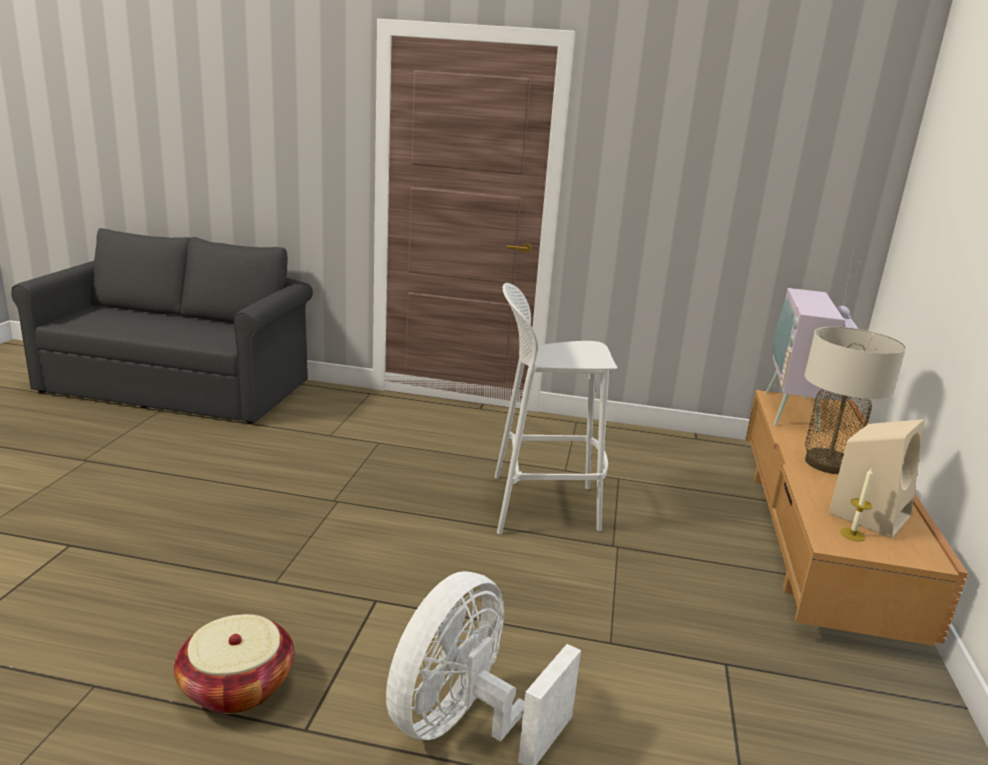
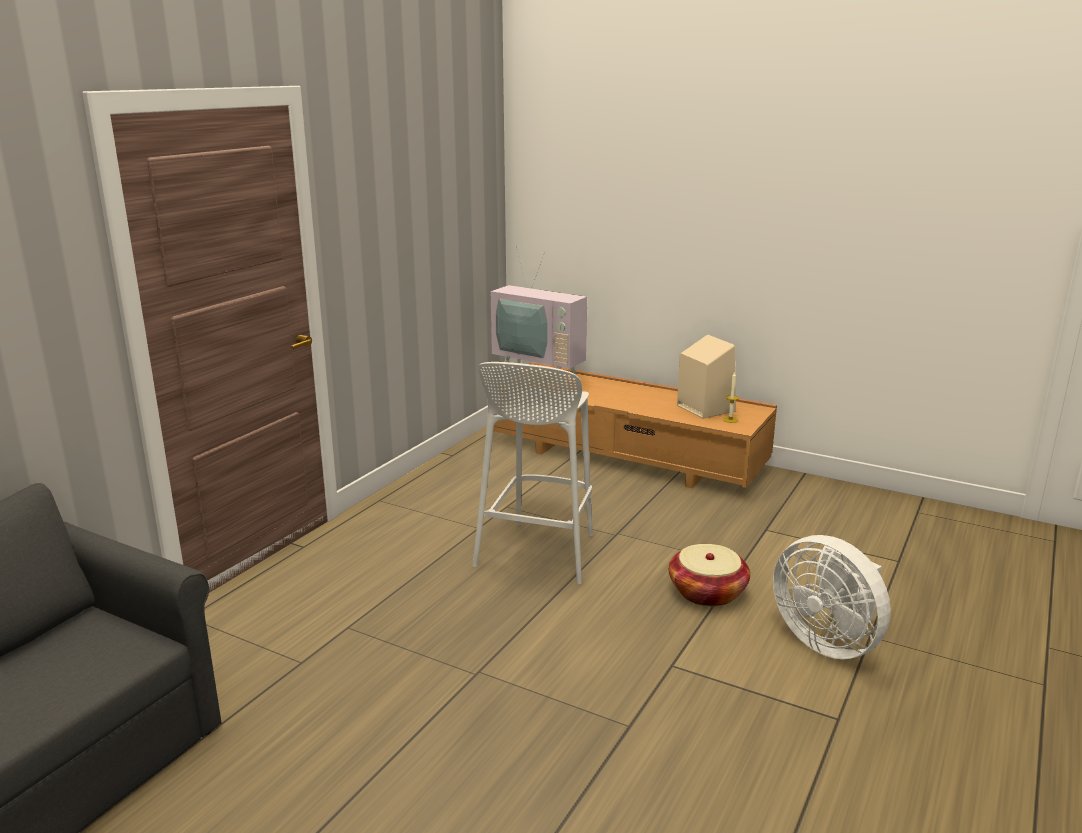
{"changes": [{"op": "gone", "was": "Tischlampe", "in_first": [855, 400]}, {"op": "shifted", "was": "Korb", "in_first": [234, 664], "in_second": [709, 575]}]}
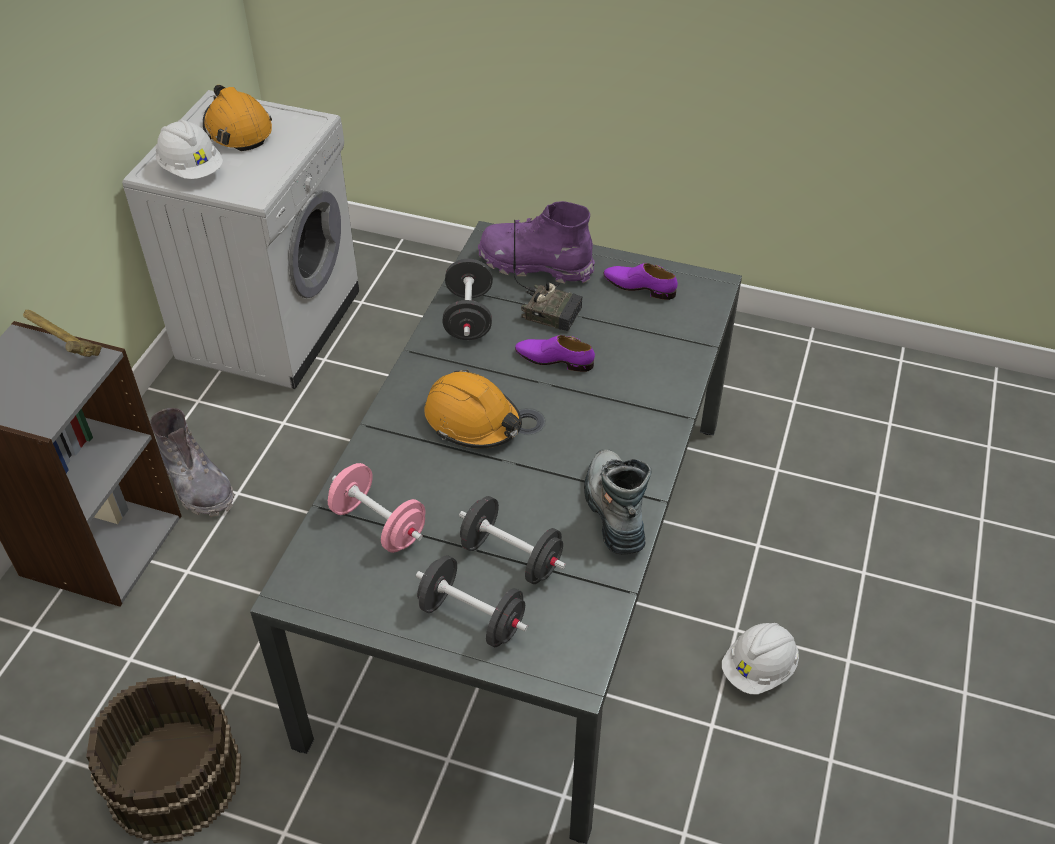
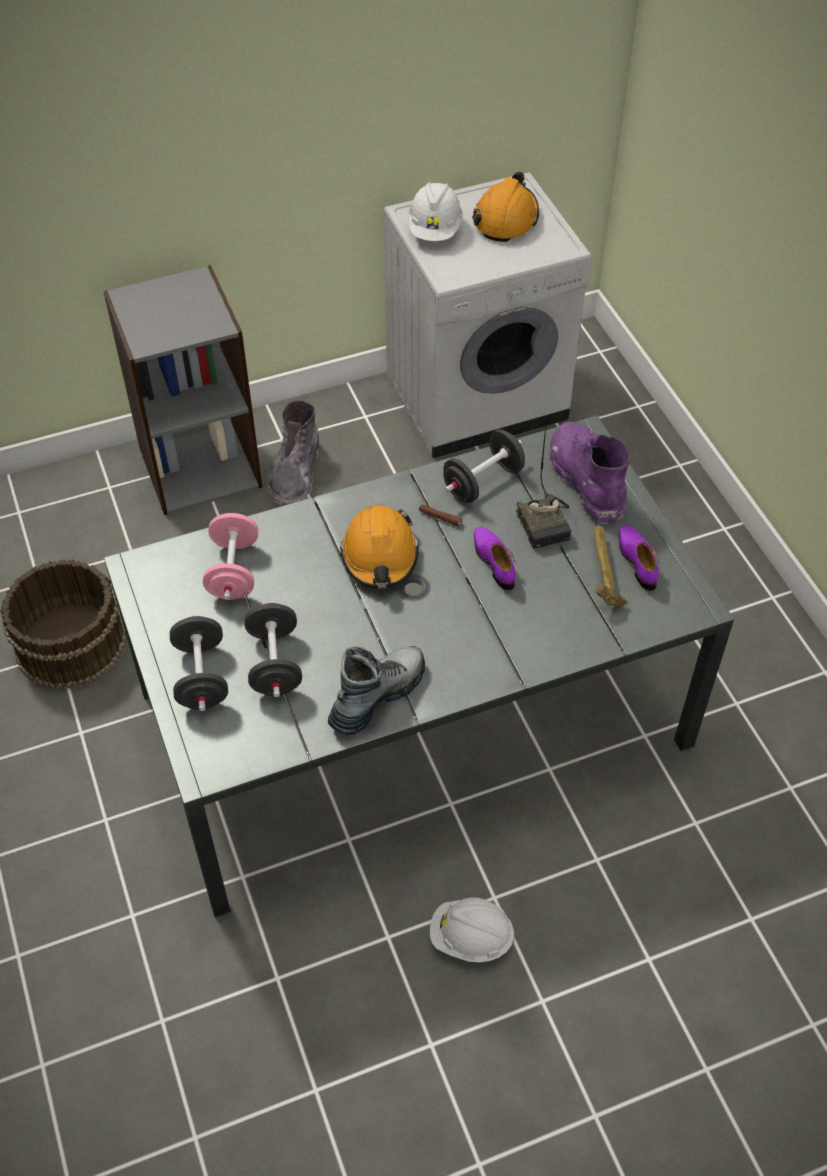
{"changes": [{"op": "new", "now": "Taschenlampe/braun", "in_second": [440, 515]}, {"op": "shifted", "was": "Hammer", "in_first": [62, 333], "in_second": [610, 566]}]}
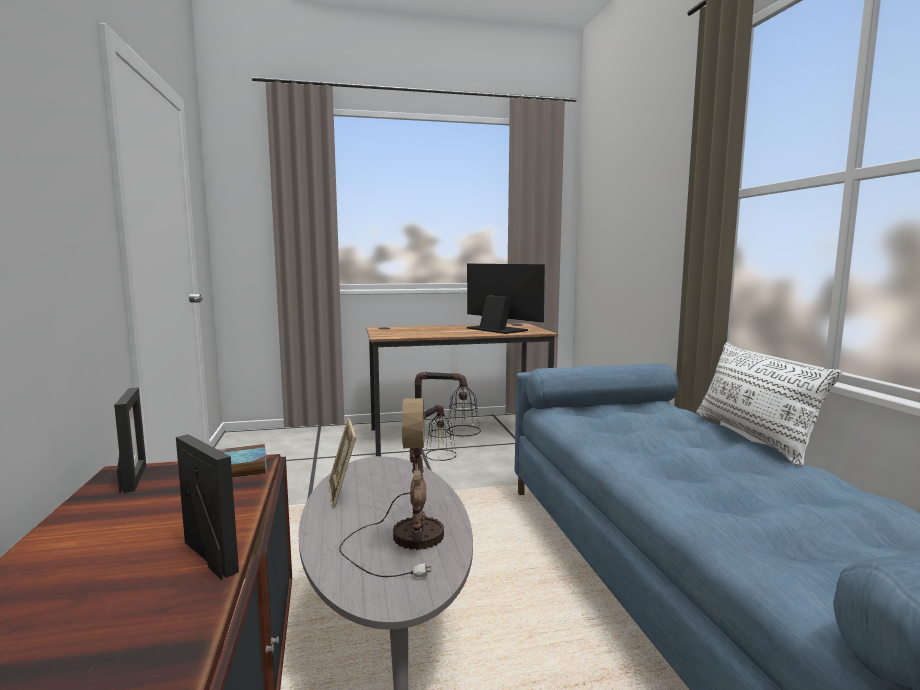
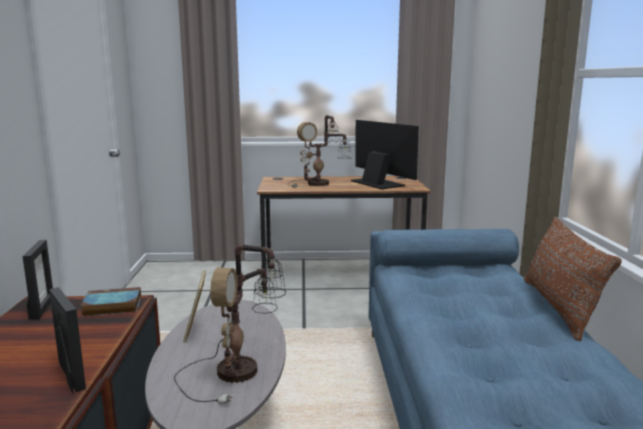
{"changes": [{"op": "new", "now": "Tischlampe", "in_second": [319, 151]}, {"op": "repainted", "was": "Kissen/weiß", "now": "Kissen/braun", "in_first": [769, 404], "in_second": [573, 278]}]}
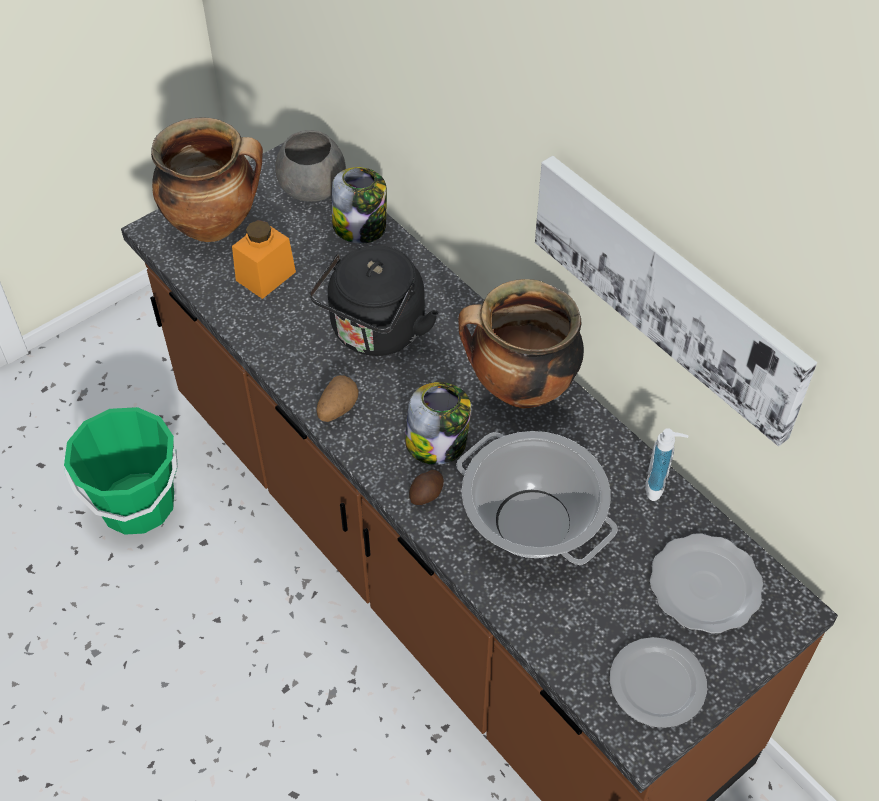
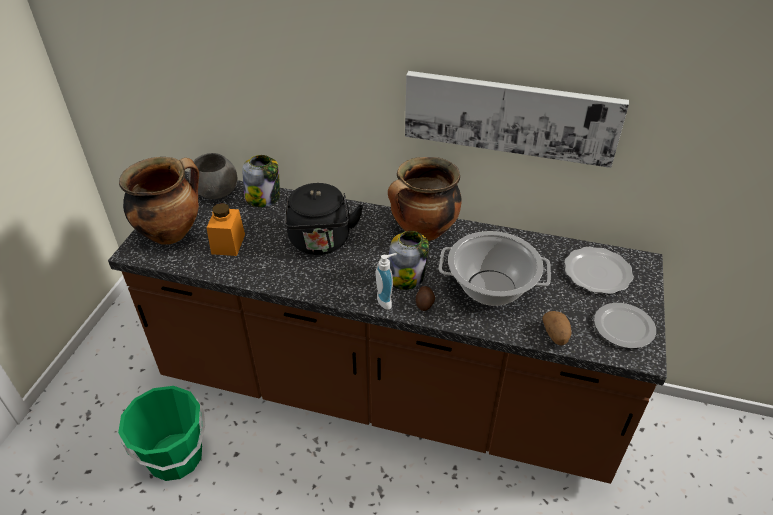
{"changes": [{"op": "shifted", "was": "Kartoffel", "in_first": [337, 398], "in_second": [557, 328]}, {"op": "shifted", "was": "Seifenspender", "in_first": [666, 464], "in_second": [386, 281]}]}
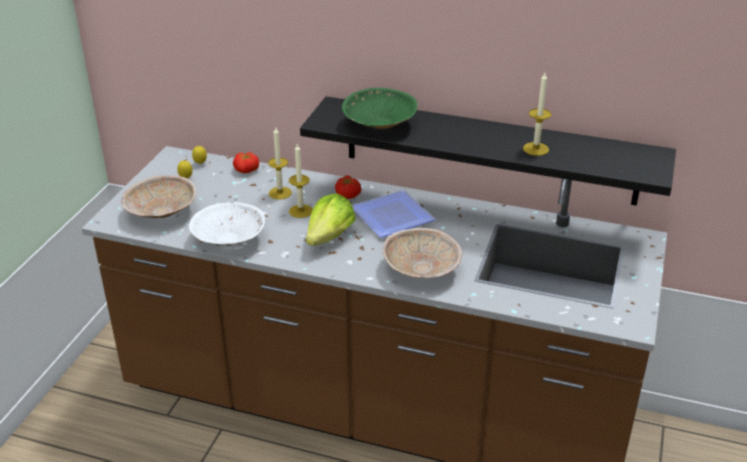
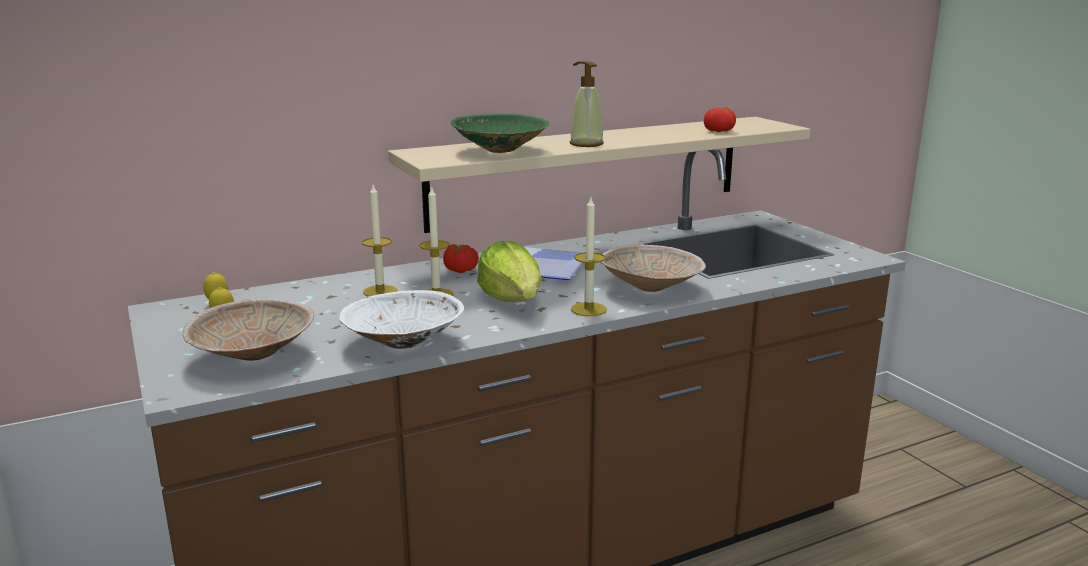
{"changes": [{"op": "new", "now": "Seifenspender", "in_second": [587, 104]}, {"op": "shifted", "was": "Tomate", "in_first": [246, 162], "in_second": [720, 119]}, {"op": "shifted", "was": "Kerze", "in_first": [537, 114], "in_second": [589, 257]}, {"op": "repainted", "was": "Wandregal/schwarz", "now": "Wandregal/beige", "in_first": [488, 151], "in_second": [599, 175]}]}
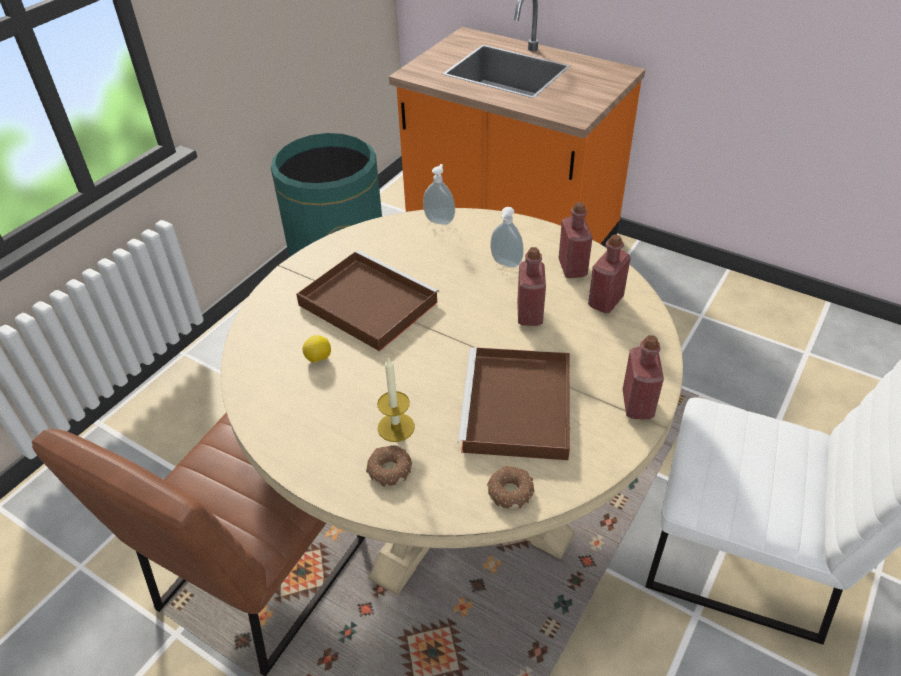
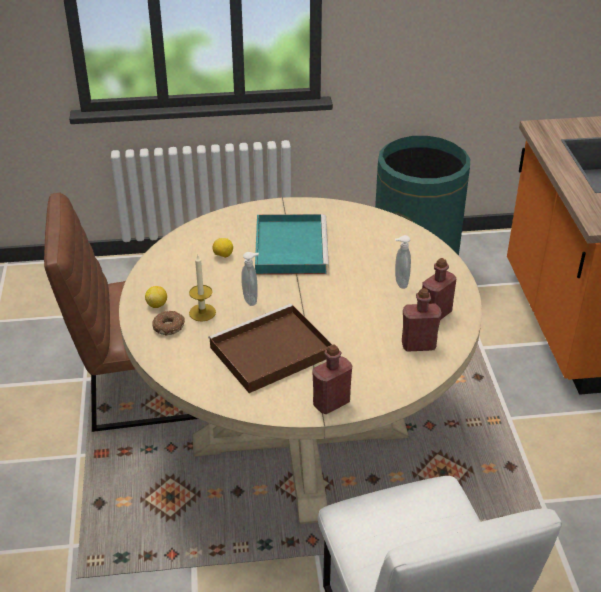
{"changes": [{"op": "gone", "was": "Donut", "in_first": [510, 487]}, {"op": "gone", "was": "Flasche/rot", "in_first": [531, 286]}, {"op": "new", "now": "Zitrone", "in_second": [156, 297]}, {"op": "shifted", "was": "Seifenspender", "in_first": [439, 194], "in_second": [250, 279]}, {"op": "repainted", "was": "Tablett/braun", "now": "Tablett/türkis", "in_first": [367, 300], "in_second": [292, 244]}]}
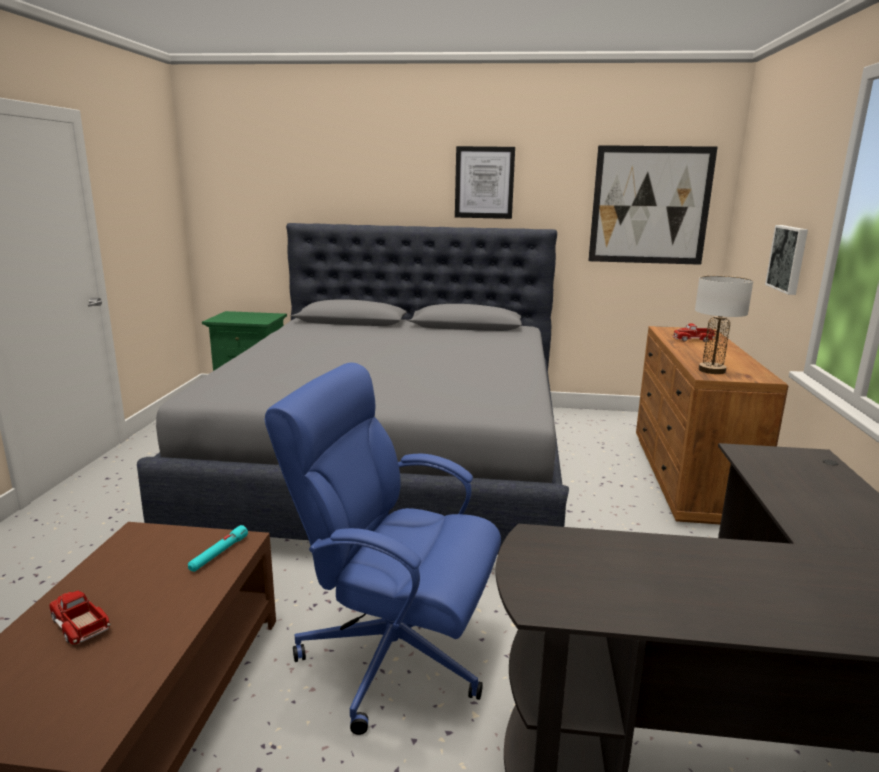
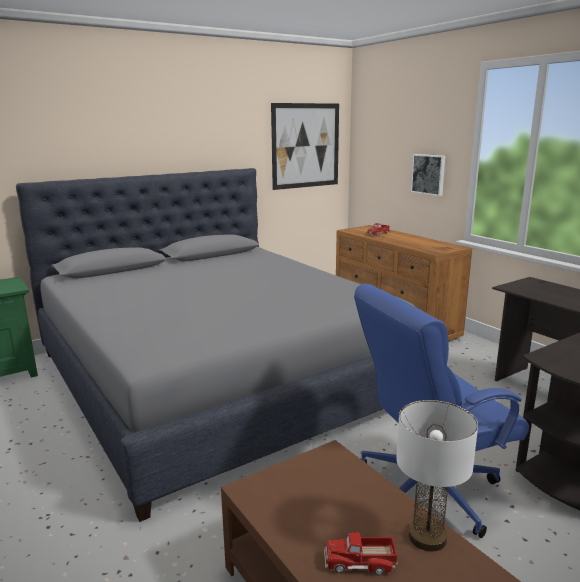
{"changes": [{"op": "gone", "was": "Taschenlampe/türkis", "in_first": [218, 548]}, {"op": "gone", "was": "Bild", "in_first": [485, 182]}, {"op": "shifted", "was": "Tischlampe", "in_first": [724, 325], "in_second": [437, 475]}]}
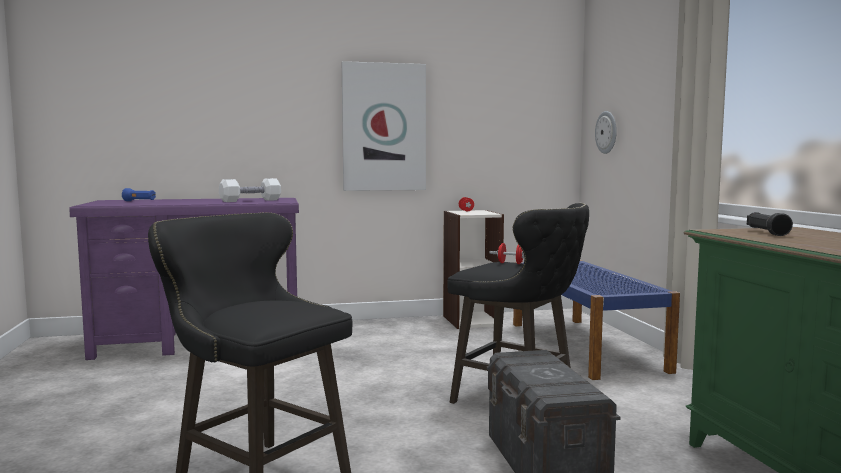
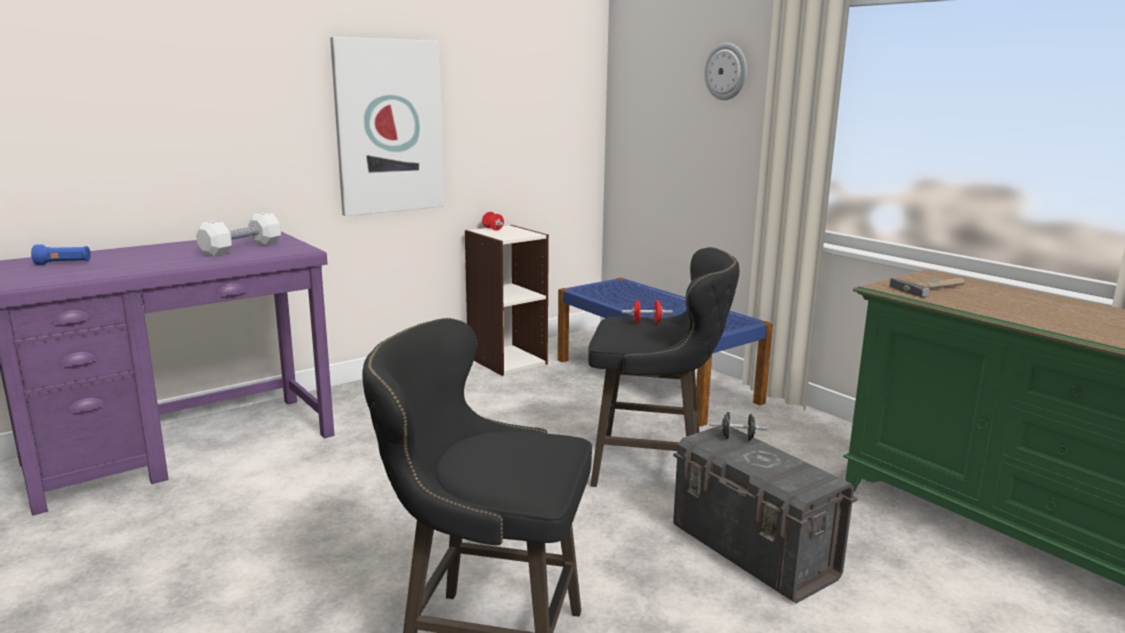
{"changes": [{"op": "new", "now": "Hantel/schwarz", "in_second": [739, 426]}, {"op": "shifted", "was": "Wanduhr", "in_first": [606, 132], "in_second": [725, 71]}, {"op": "swapped", "was": "Taschenlampe/schwarz", "now": "Hammer", "in_first": [770, 224], "in_second": [927, 287]}]}
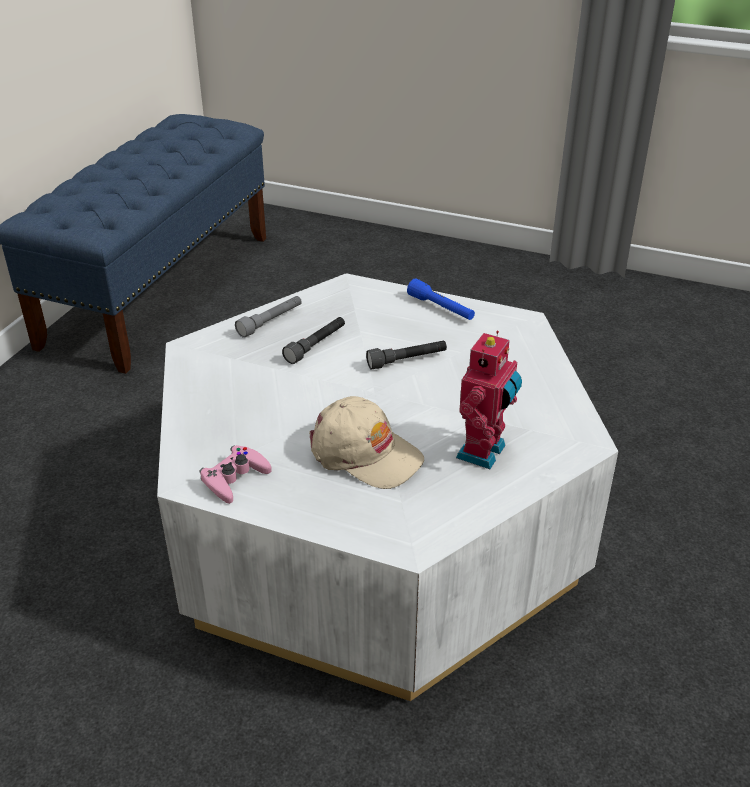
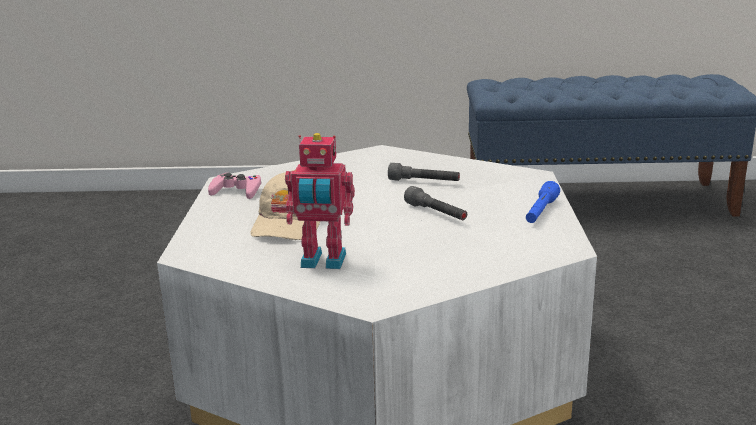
{"changes": [{"op": "gone", "was": "Taschenlampe/grau", "in_first": [268, 317]}]}
